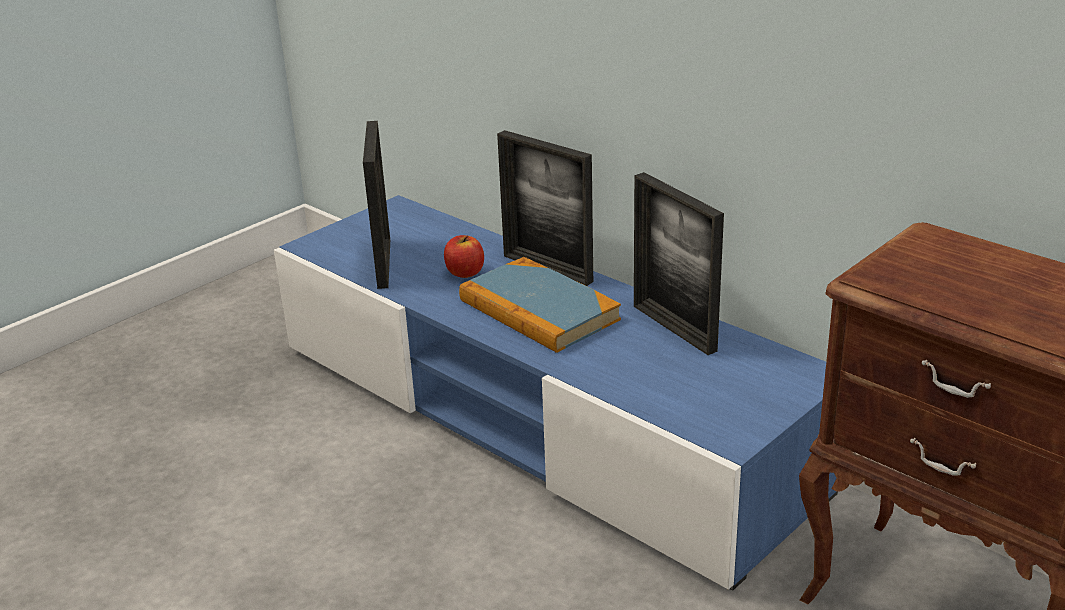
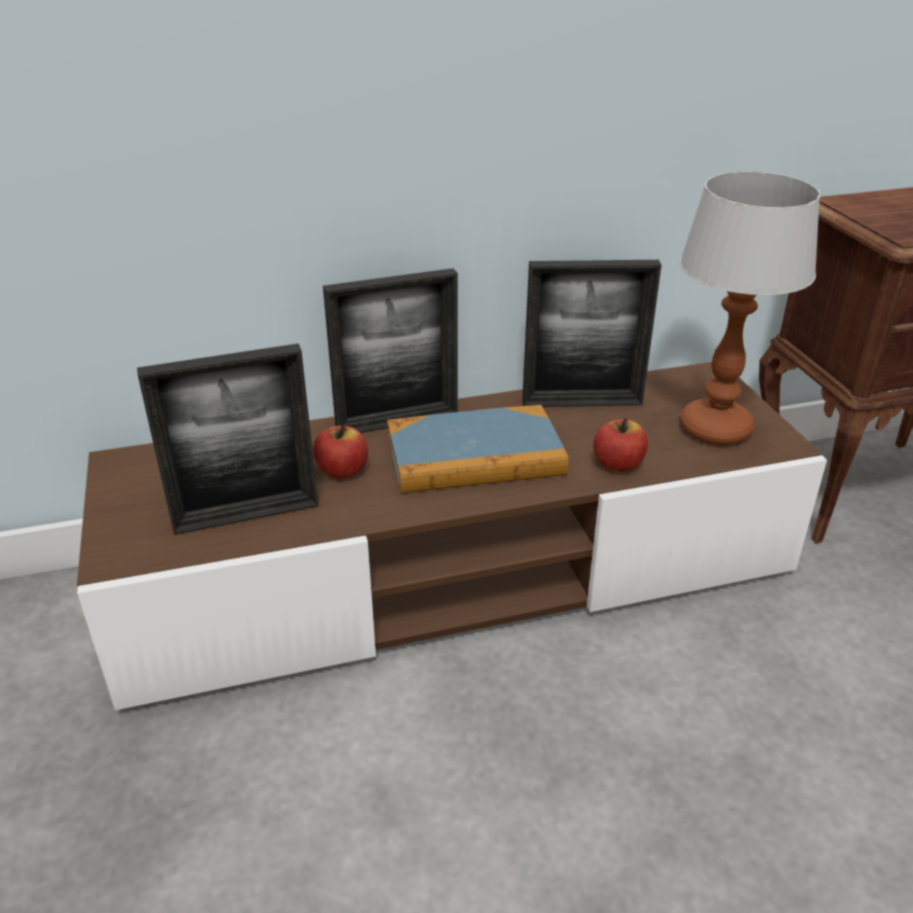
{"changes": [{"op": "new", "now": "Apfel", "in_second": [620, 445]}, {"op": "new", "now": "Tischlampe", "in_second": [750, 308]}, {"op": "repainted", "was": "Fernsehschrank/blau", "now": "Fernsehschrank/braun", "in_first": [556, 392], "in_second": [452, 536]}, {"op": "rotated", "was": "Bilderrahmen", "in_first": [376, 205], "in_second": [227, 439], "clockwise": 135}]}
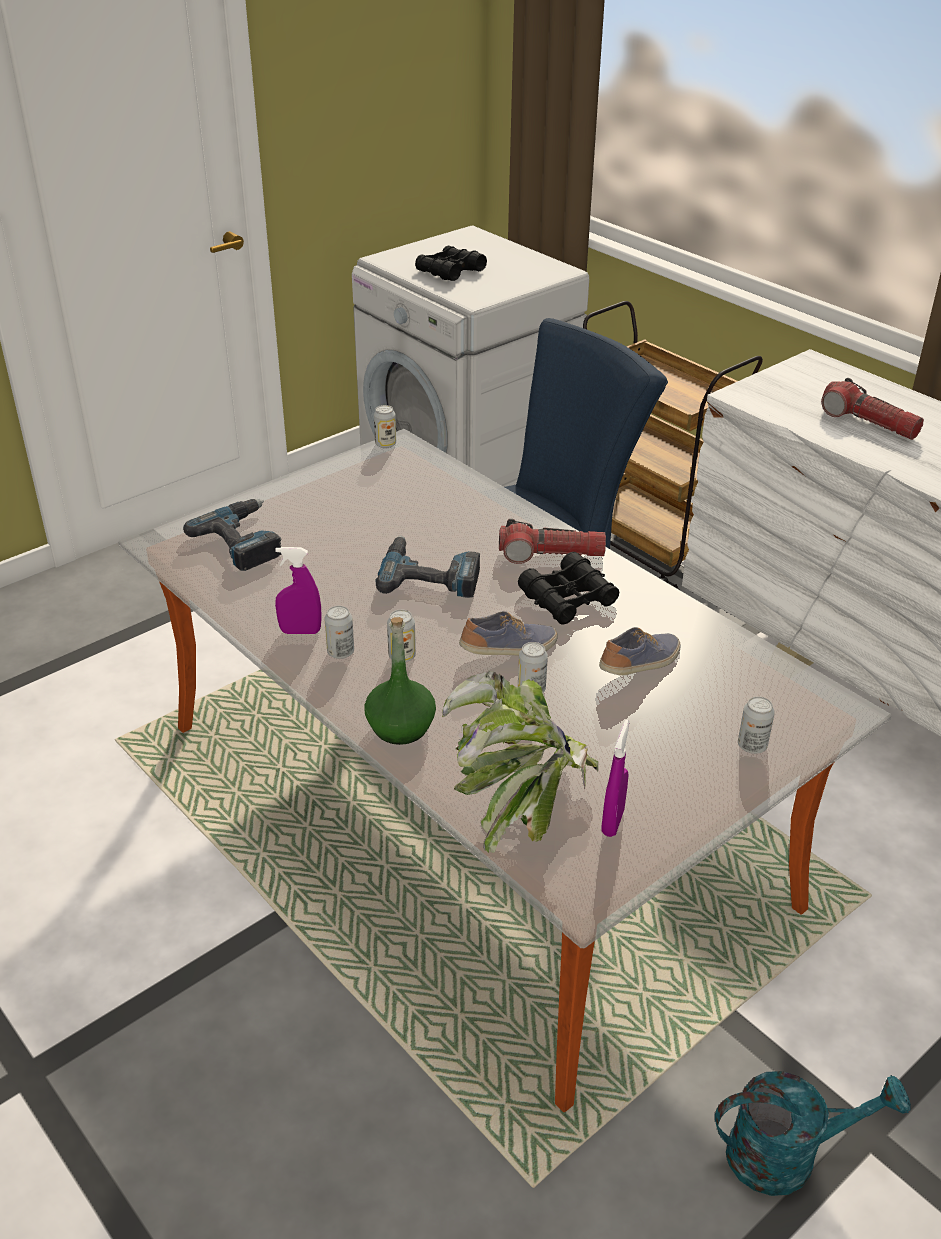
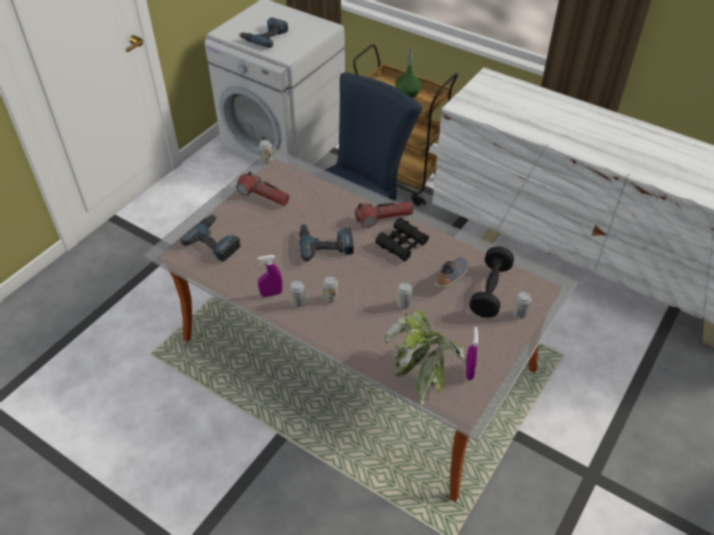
{"changes": [{"op": "gone", "was": "Schuh", "in_first": [508, 633]}, {"op": "gone", "was": "Gießkanne/türkis", "in_first": [813, 1133]}, {"op": "new", "now": "Hantel/schwarz", "in_second": [491, 282]}, {"op": "shifted", "was": "Flasche/grün", "in_first": [400, 681], "in_second": [408, 72]}, {"op": "shifted", "was": "Taschenlampe", "in_first": [872, 409], "in_second": [263, 188]}, {"op": "swapped", "was": "Fernglas/schwarz", "now": "Bohrmaschine", "in_first": [451, 263], "in_second": [263, 33]}]}
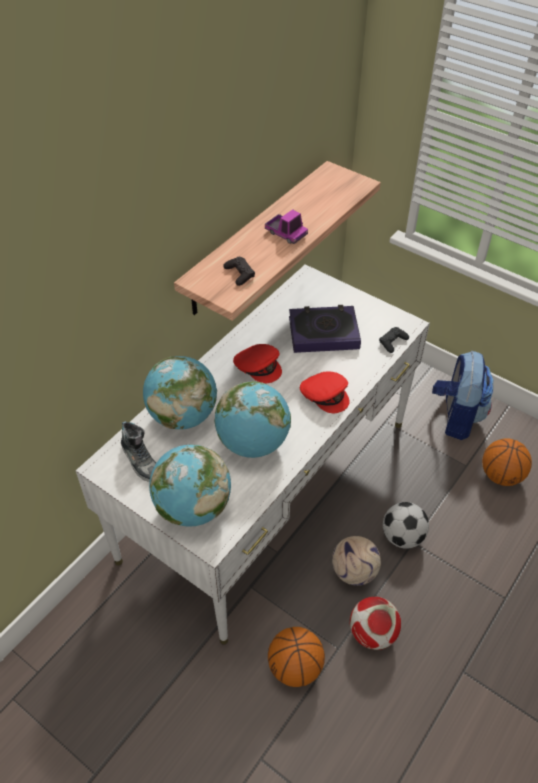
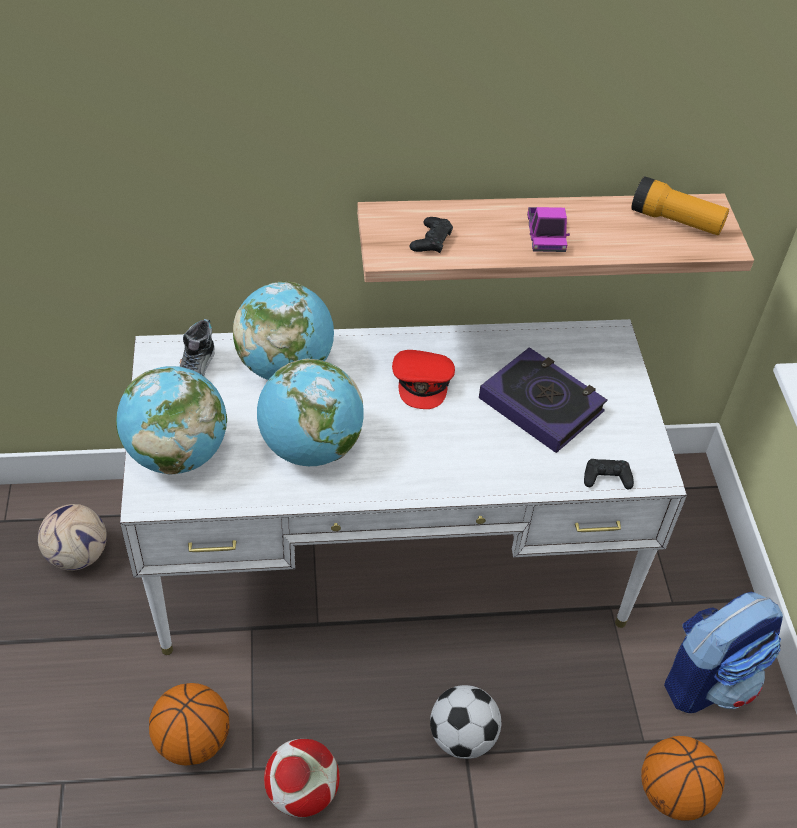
{"changes": [{"op": "gone", "was": "Kappe/rot", "in_first": [325, 392]}, {"op": "new", "now": "Taschenlampe", "in_second": [680, 205]}, {"op": "shifted", "was": "Fußball", "in_first": [356, 561], "in_second": [72, 537]}]}
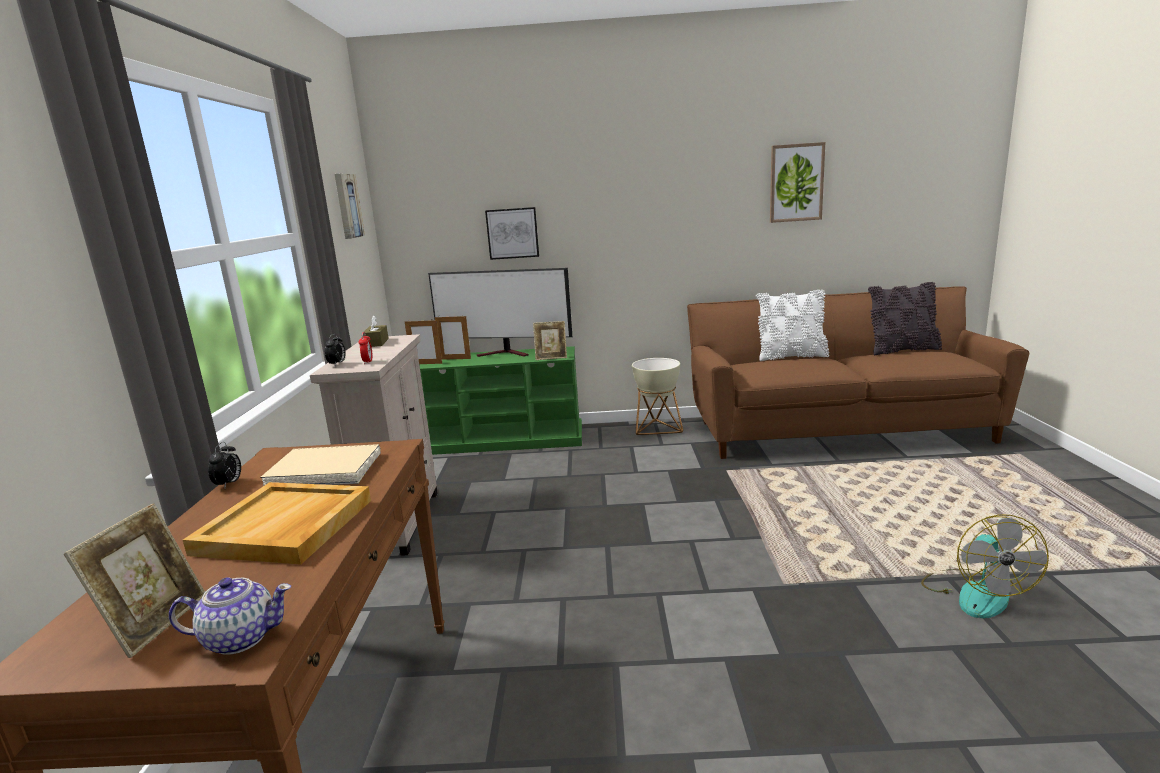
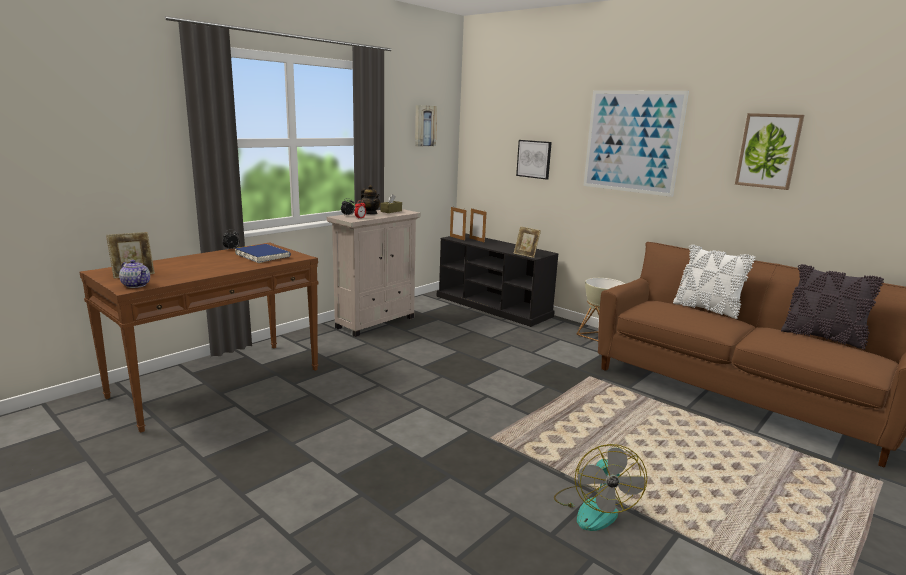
{"changes": [{"op": "gone", "was": "Tablett/beige", "in_first": [277, 523]}, {"op": "gone", "was": "Fernseher", "in_first": [500, 312]}, {"op": "new", "now": "Teekanne", "in_second": [370, 199]}, {"op": "new", "now": "Bild", "in_second": [636, 143]}, {"op": "repainted", "was": "Buch/beige", "now": "Buch/blau", "in_first": [320, 465], "in_second": [262, 253]}, {"op": "repainted", "was": "Fernsehschrank/grün", "now": "Fernsehschrank/schwarz", "in_first": [500, 400], "in_second": [498, 280]}, {"op": "rotated", "was": "Ventilator", "in_first": [985, 566], "in_second": [600, 487], "clockwise": -45}]}
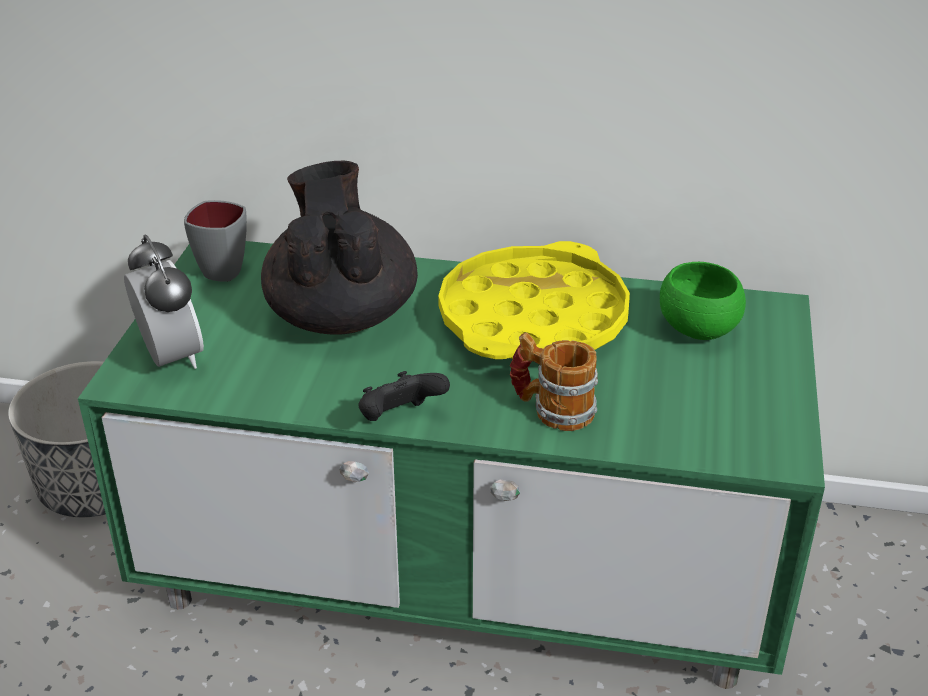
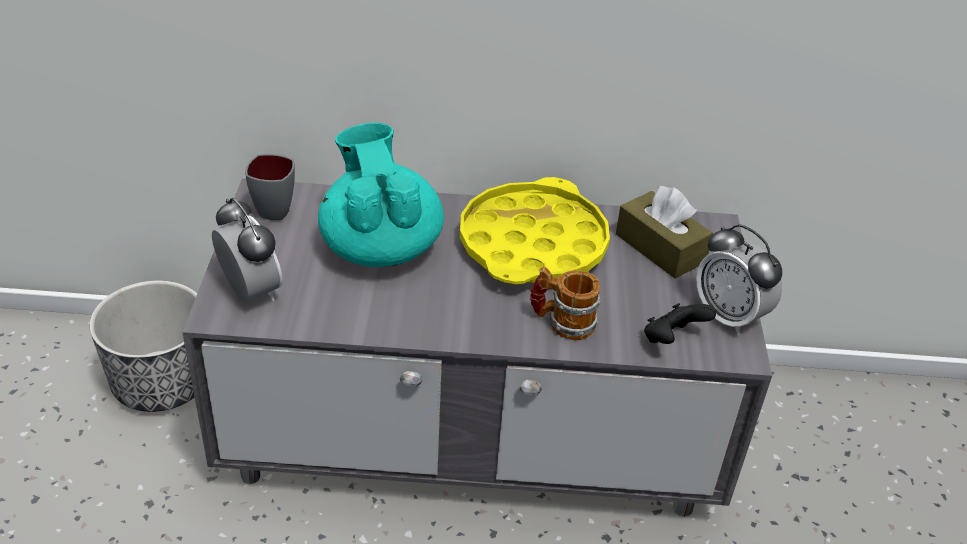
{"changes": [{"op": "new", "now": "Wecker", "in_second": [739, 279]}, {"op": "shifted", "was": "Gamepad/schwarz", "in_first": [404, 396], "in_second": [680, 323]}, {"op": "swapped", "was": "Schüssel/grün", "now": "Taschentuchbox/braun", "in_first": [703, 301], "in_second": [664, 232]}, {"op": "repainted", "was": "Fernsehschrank/grün", "now": "Fernsehschrank/grau", "in_first": [451, 465], "in_second": [477, 347]}, {"op": "repainted", "was": "Teekanne/schwarz", "now": "Teekanne/türkis", "in_first": [339, 247], "in_second": [381, 195]}]}
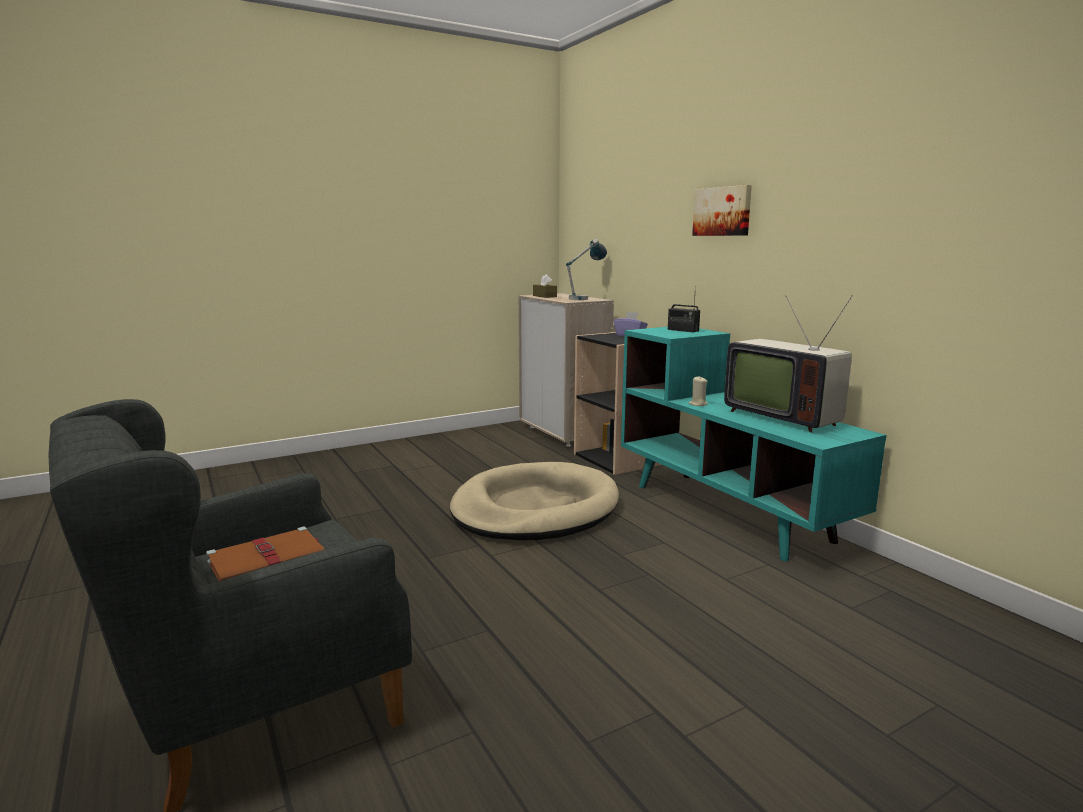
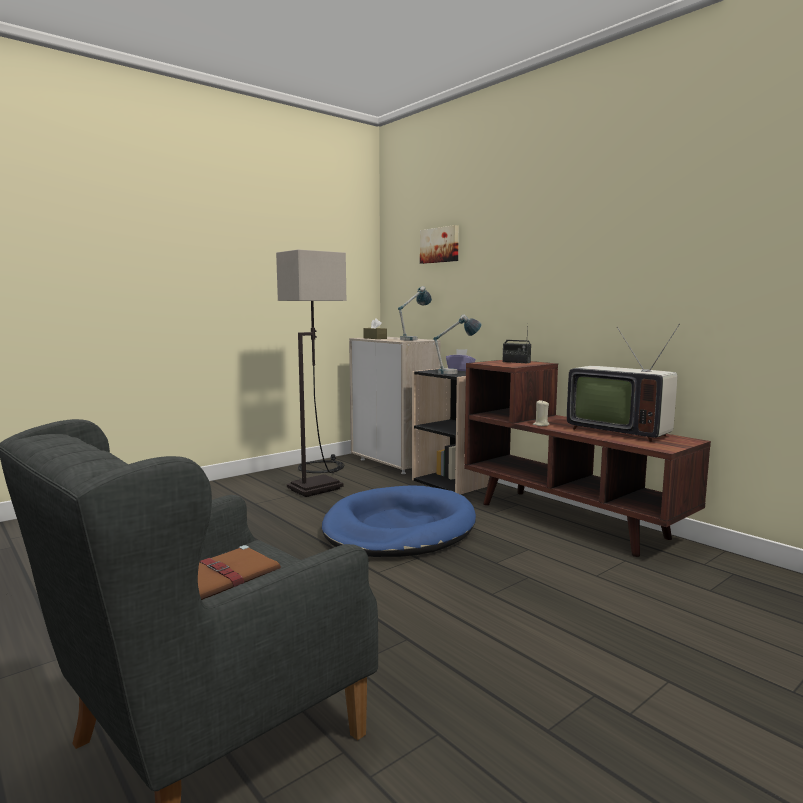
{"changes": [{"op": "new", "now": "Stehlampe", "in_second": [311, 373]}, {"op": "new", "now": "Tischlampe", "in_second": [457, 344]}, {"op": "shifted", "was": "Bild", "in_first": [722, 210], "in_second": [439, 244]}, {"op": "repainted", "was": "Hundebett/beige", "now": "Hundebett/blau", "in_first": [534, 501], "in_second": [399, 521]}, {"op": "repainted", "was": "Fernsehschrank/türkis", "now": "Fernsehschrank/braun", "in_first": [753, 444], "in_second": [587, 458]}]}
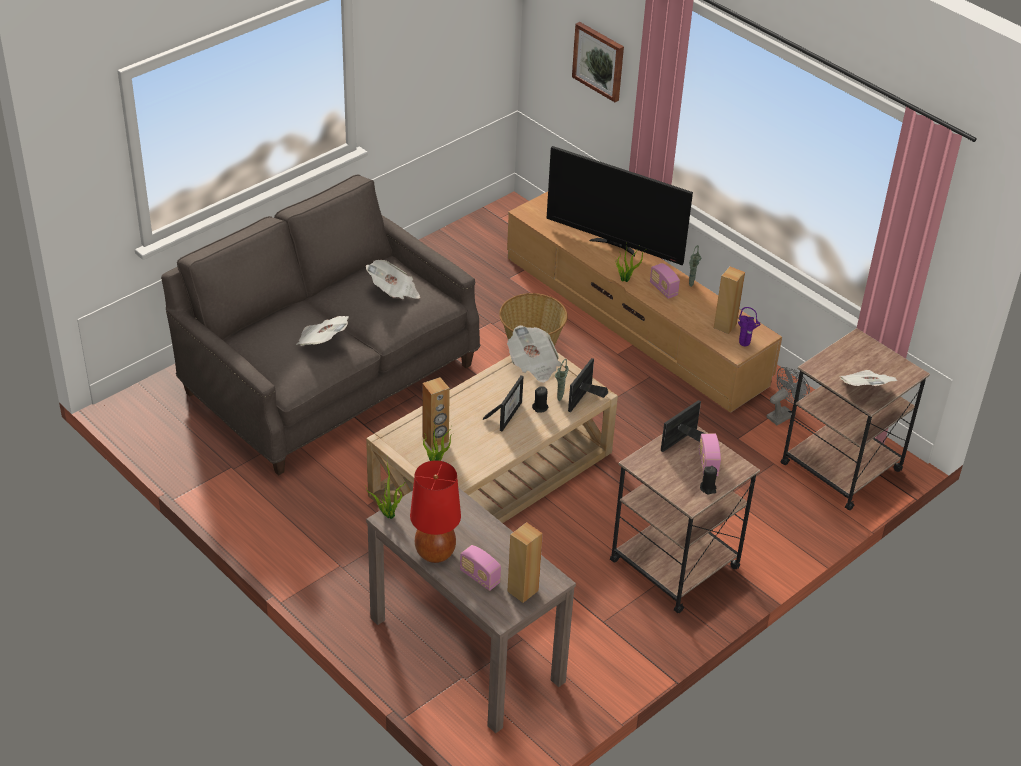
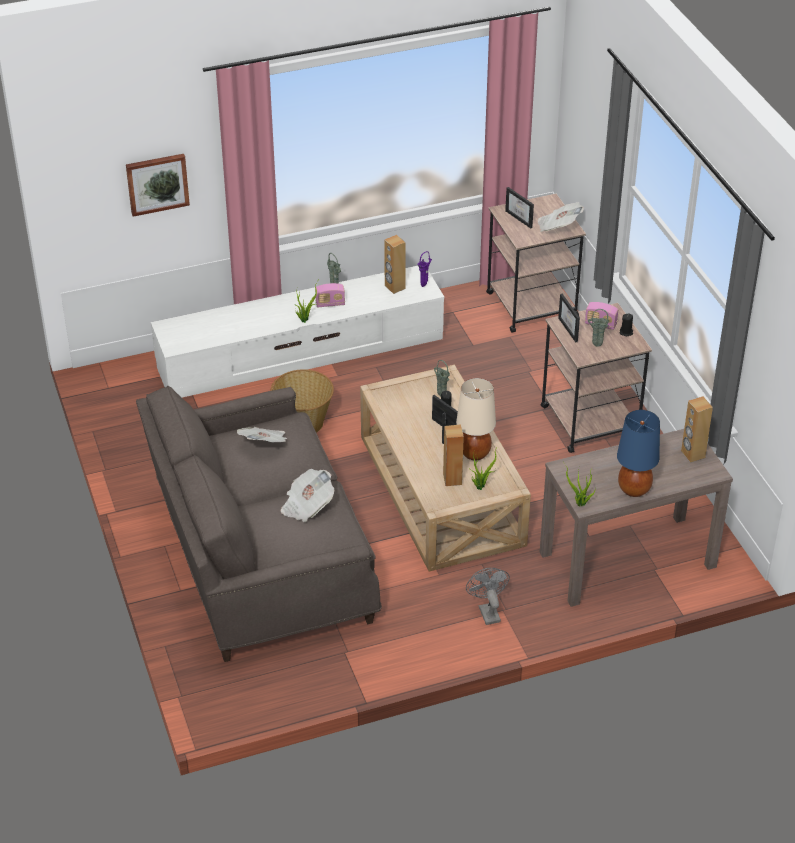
{"changes": [{"op": "gone", "was": "Radio", "in_first": [480, 568]}, {"op": "gone", "was": "Zeitung", "in_first": [534, 354]}, {"op": "gone", "was": "Fernseher", "in_first": [619, 205]}, {"op": "new", "now": "Tischlampe/beige", "in_second": [476, 419]}, {"op": "new", "now": "Vase/grün", "in_second": [598, 328]}, {"op": "shifted", "was": "Bilderrahmen", "in_first": [588, 385], "in_second": [519, 208]}, {"op": "shifted", "was": "Ventilator/grau", "in_first": [788, 396], "in_second": [488, 596]}, {"op": "repainted", "was": "Tischlampe/rot", "now": "Tischlampe/blau", "in_first": [435, 511], "in_second": [638, 453]}, {"op": "repainted", "was": "Fernsehschrank/braun", "now": "Fernsehschrank/weiß", "in_first": [644, 302], "in_second": [297, 331]}]}
